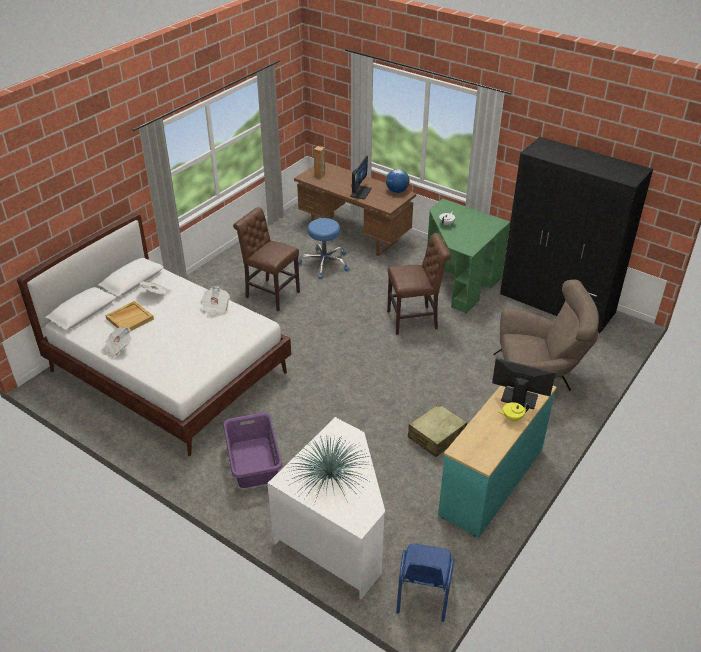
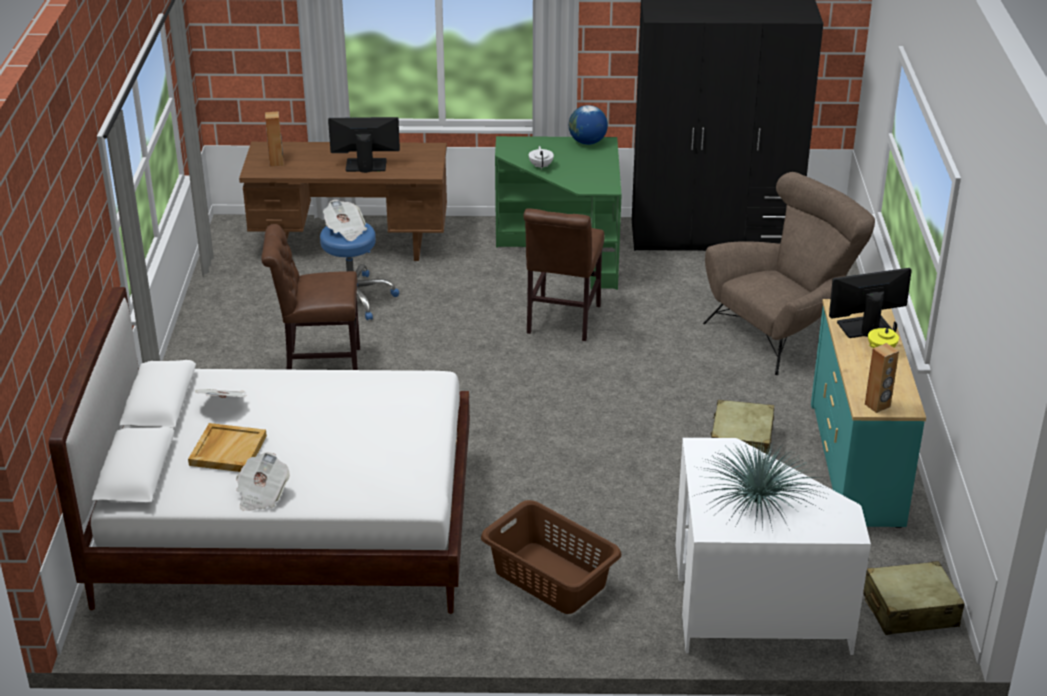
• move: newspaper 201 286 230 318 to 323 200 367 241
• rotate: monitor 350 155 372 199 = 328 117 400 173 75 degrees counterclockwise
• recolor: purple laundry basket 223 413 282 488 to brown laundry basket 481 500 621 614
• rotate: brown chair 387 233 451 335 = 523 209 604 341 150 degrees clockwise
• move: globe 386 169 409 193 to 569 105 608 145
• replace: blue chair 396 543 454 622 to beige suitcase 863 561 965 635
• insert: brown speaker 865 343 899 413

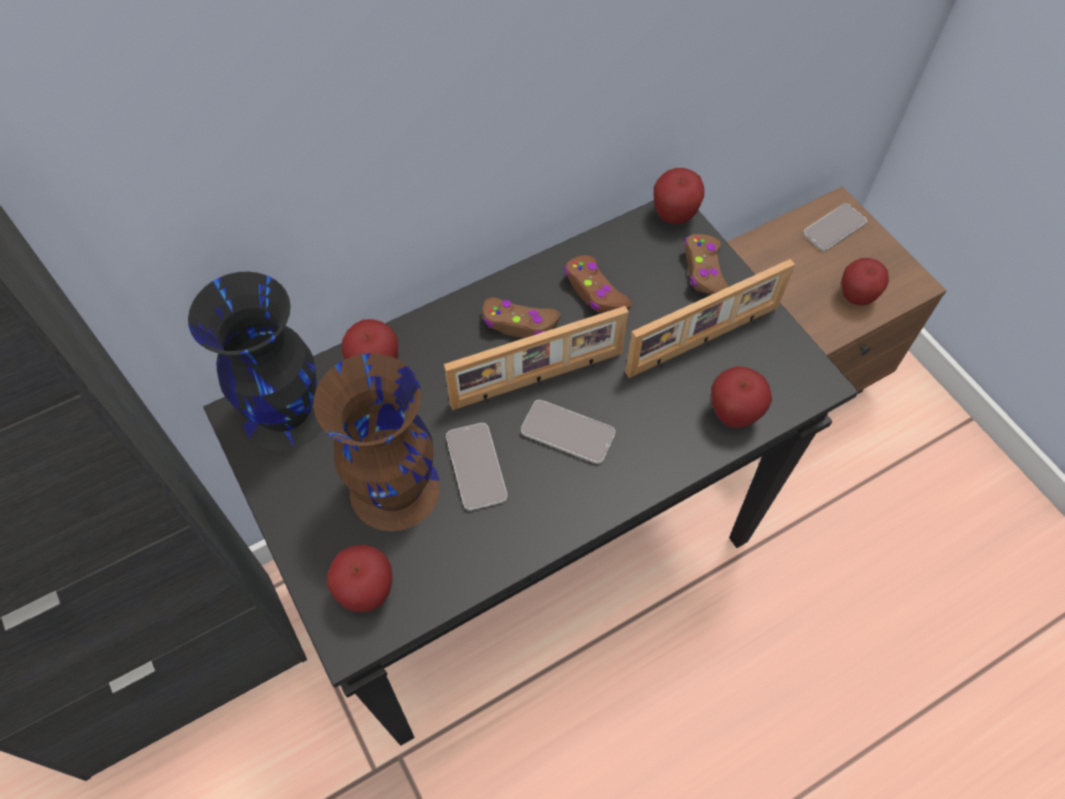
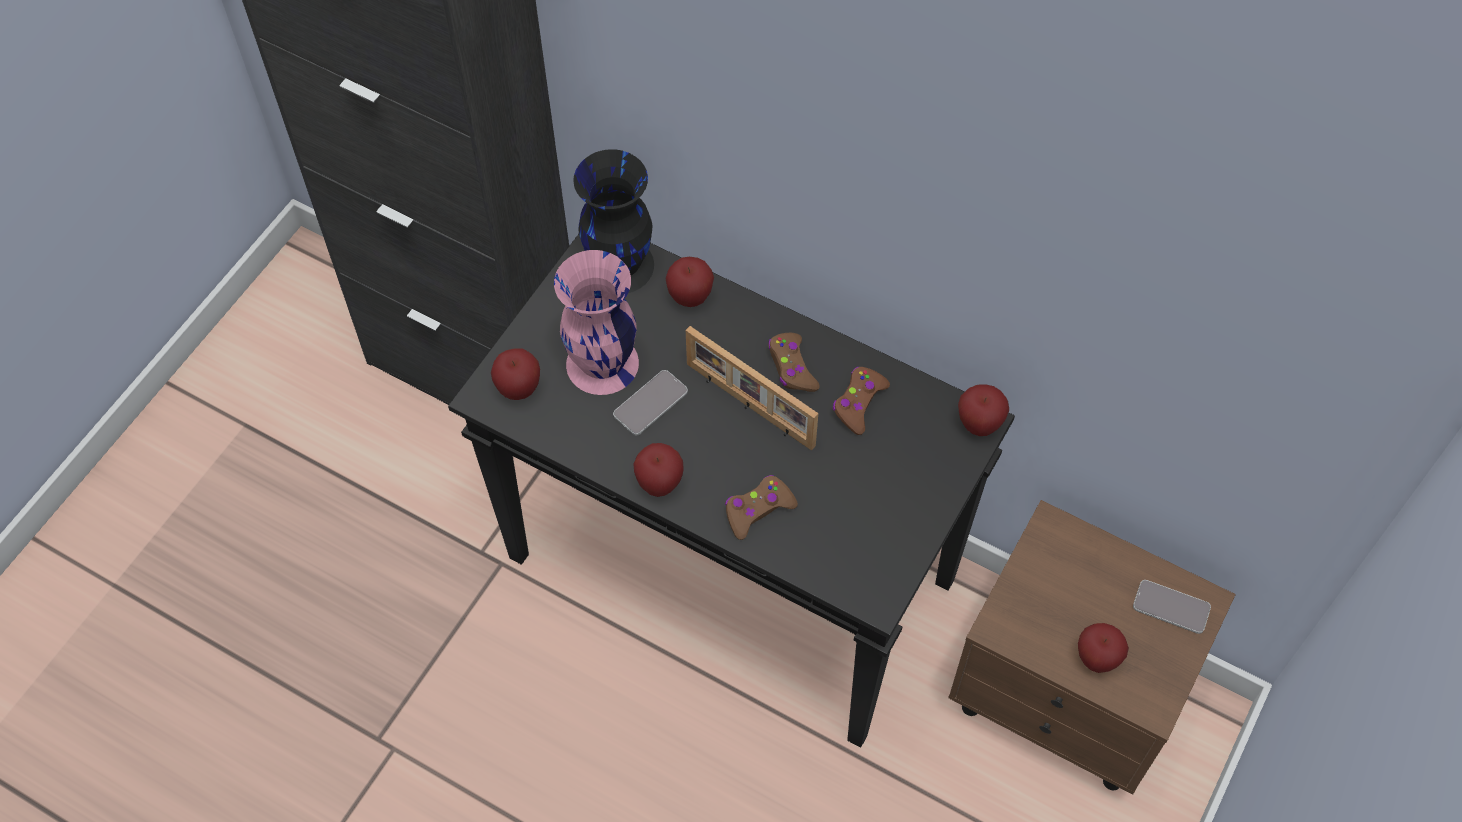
• recolor: brown vase 314 353 440 531 to pink vase 554 250 639 395
• move: apple 711 366 772 428 to 633 443 684 497
• move: brown game controller 685 234 729 294 to 725 475 798 540
• delete: phone 521 400 615 464
• delete: picture frame 625 259 795 378

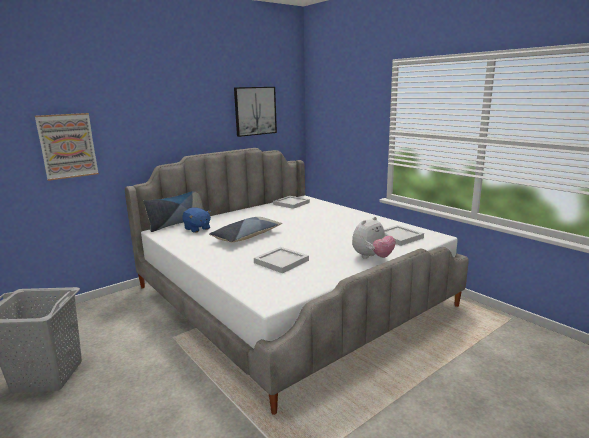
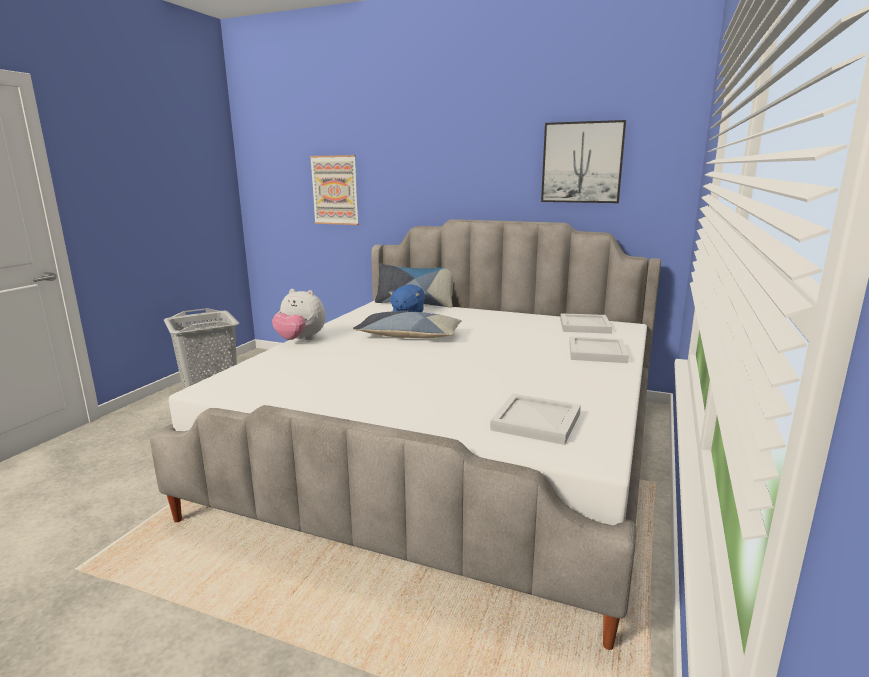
• move: plush toy 352 217 396 259 to 272 289 326 340
• move: white tray 254 247 309 273 to 569 336 629 363

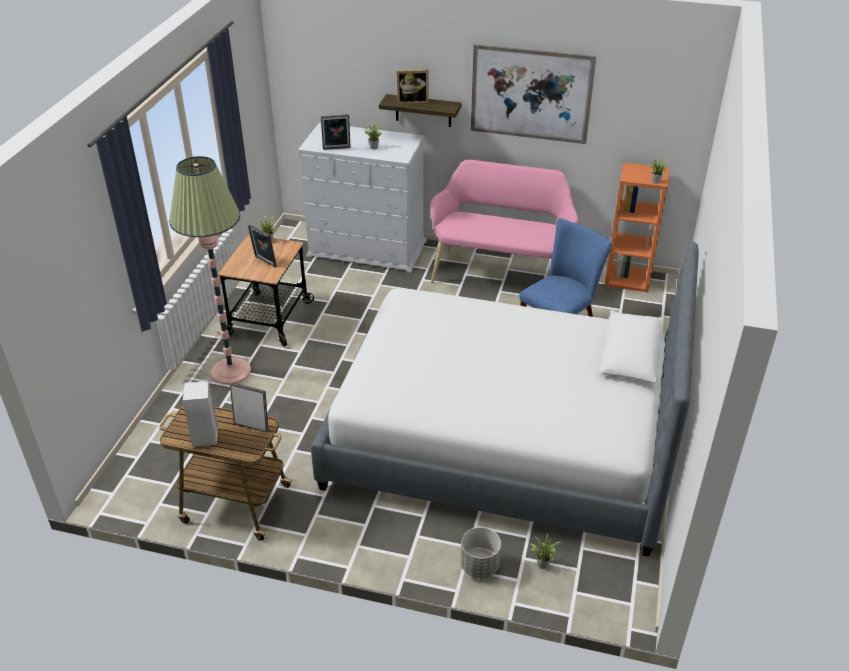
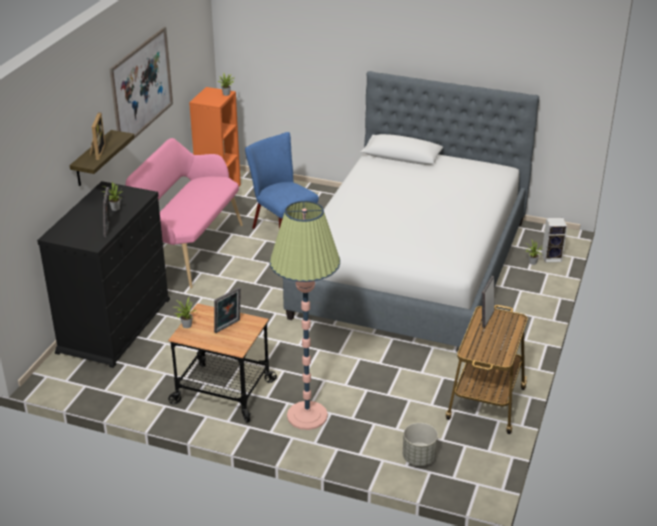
• recolor: white dresser 298 123 427 273 to black dresser 37 181 170 368
• move: grey planter 461 527 501 578 to 403 423 438 466
• move: speaker 183 381 218 447 to 542 218 567 262

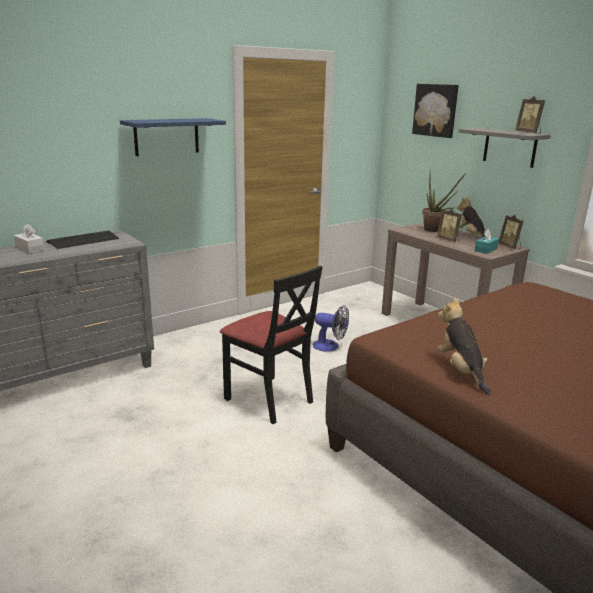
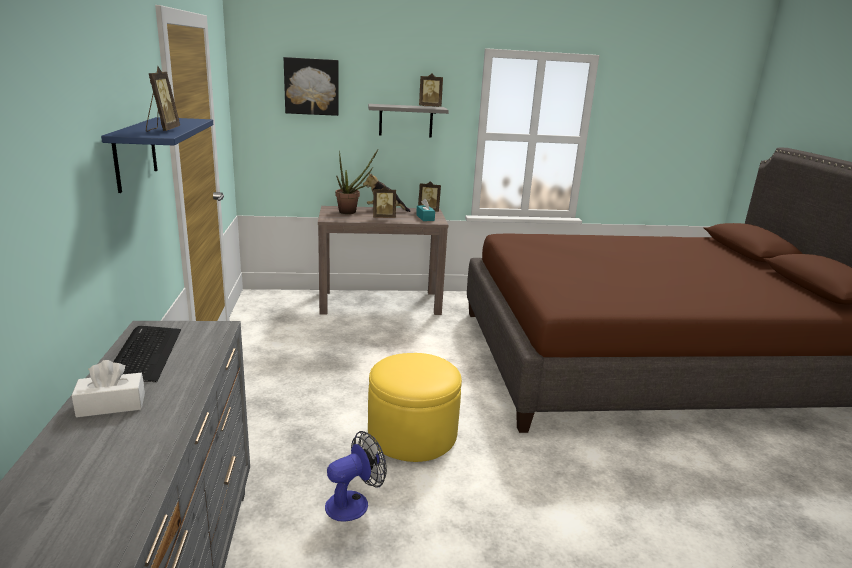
• insert: picture frame 146 66 180 132
• move: fan 313 305 349 352 to 325 431 387 522
• replace: black chair 220 266 323 424 to yellow ottoman 368 353 462 462
• delete: plush toy 438 297 491 395

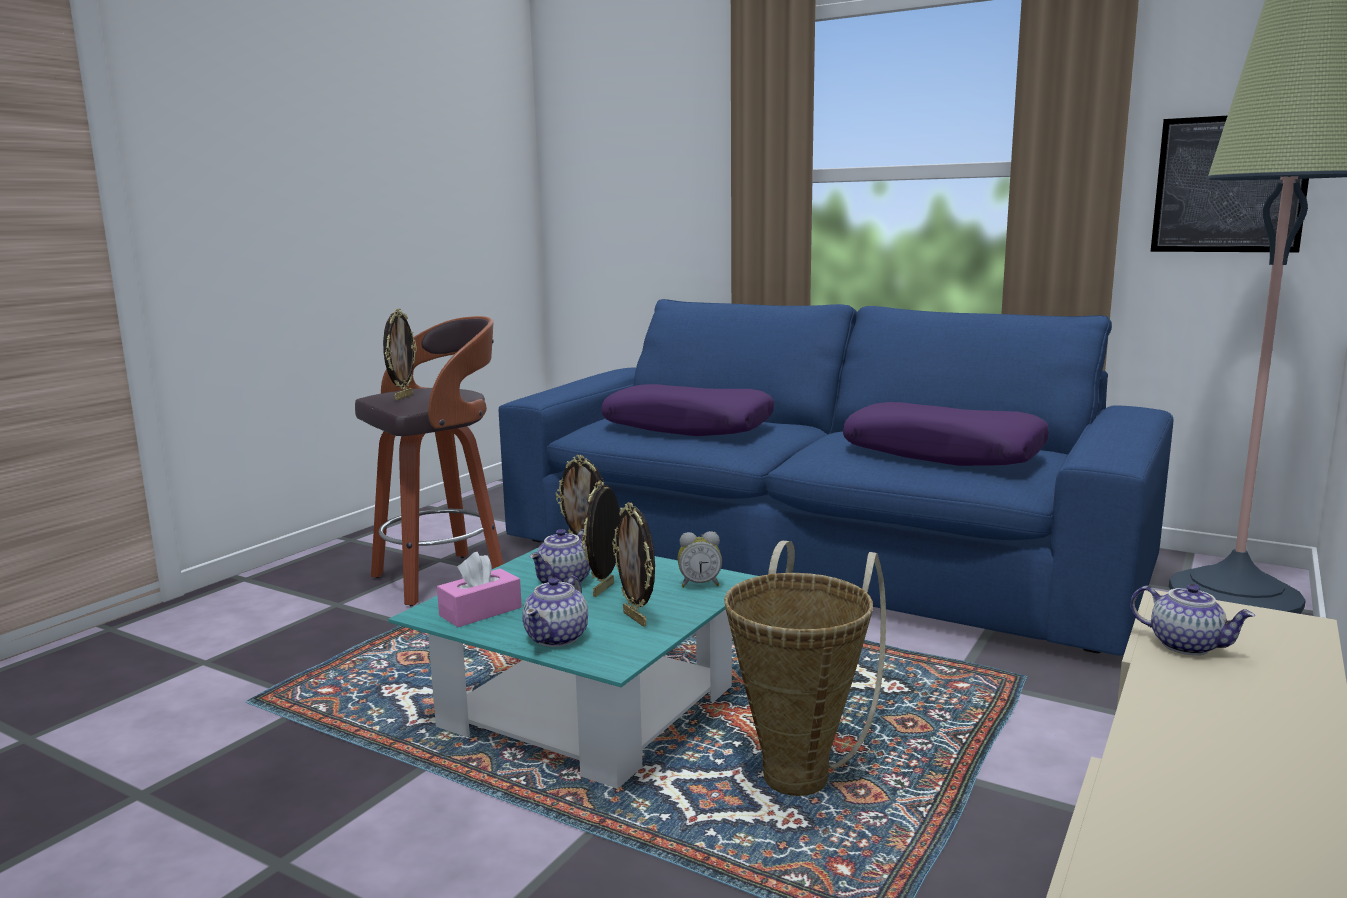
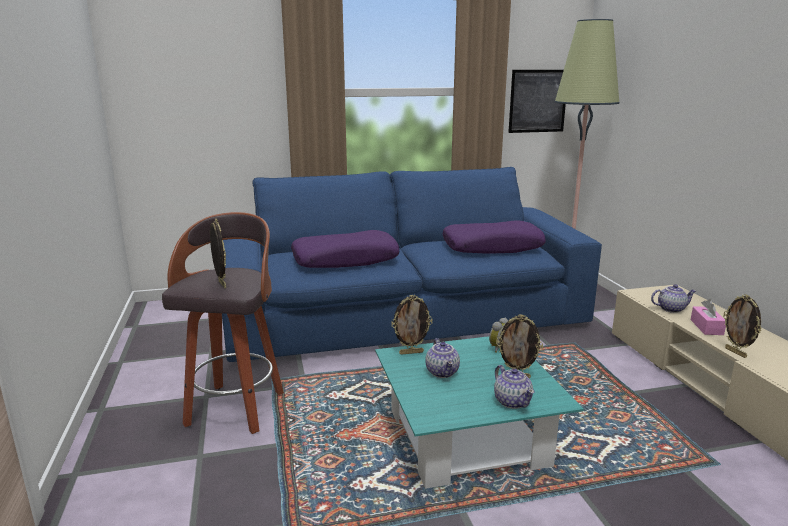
• move: pink tissue box 437 552 522 627 to 691 299 726 335
• move: picture frame 582 481 620 597 to 723 294 762 358
• delete: basket 724 541 886 796

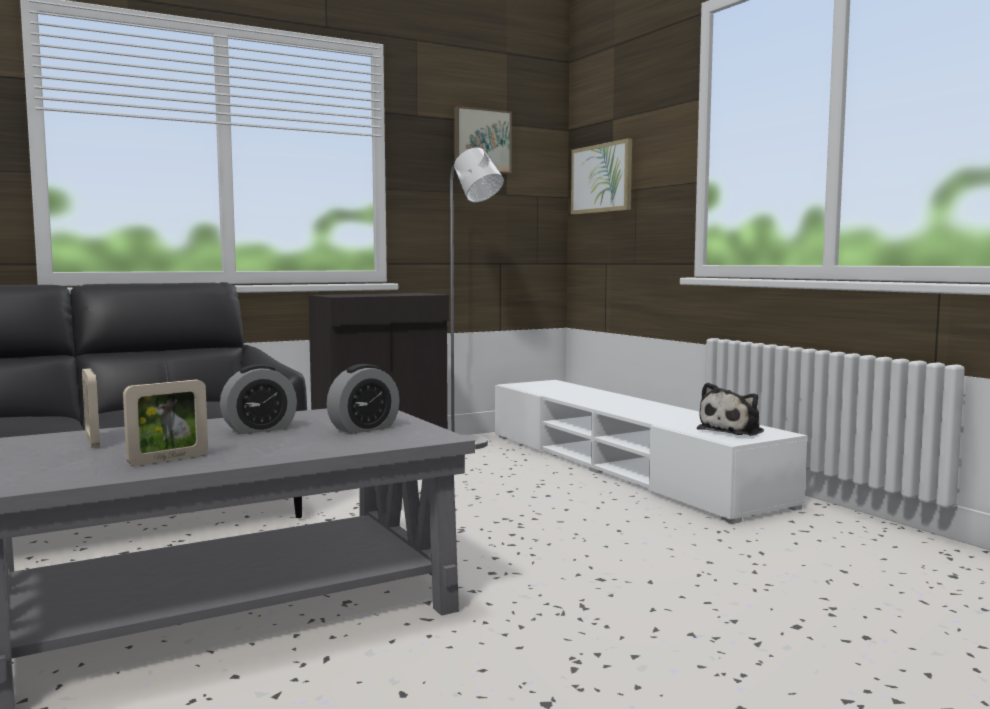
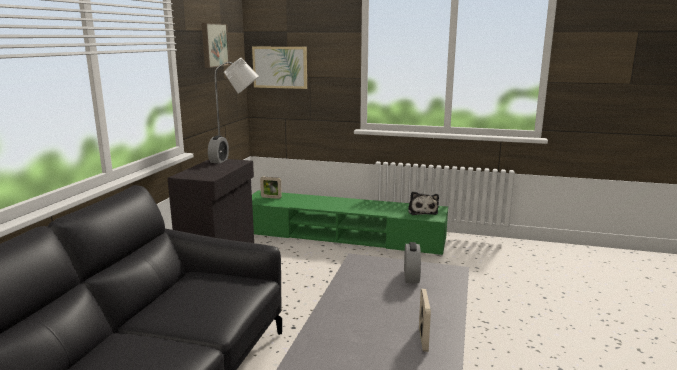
• move: alarm clock 220 364 297 434 to 208 135 229 163
• recolor: white tv stand 495 380 807 524 to green tv stand 252 191 448 256
• move: picture frame 82 368 100 448 to 260 177 282 199

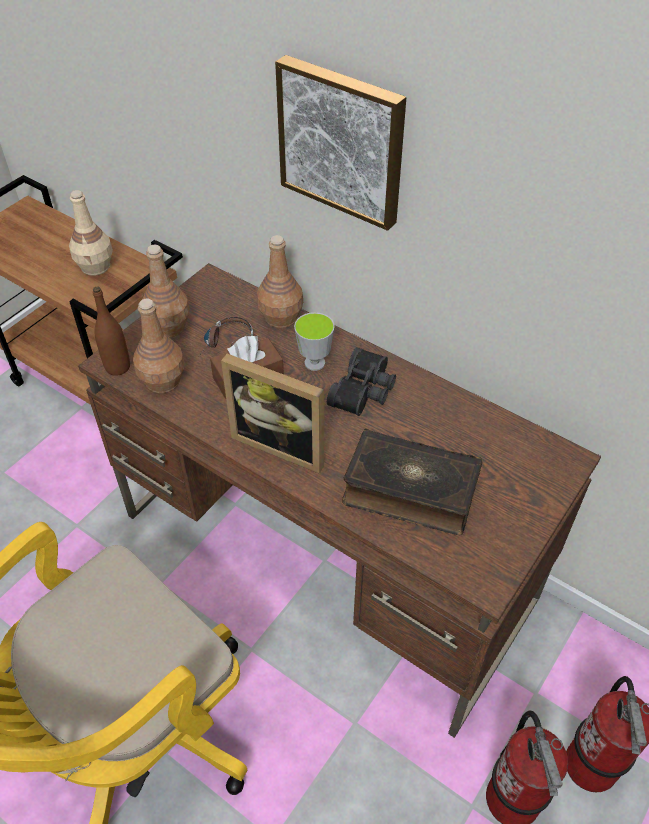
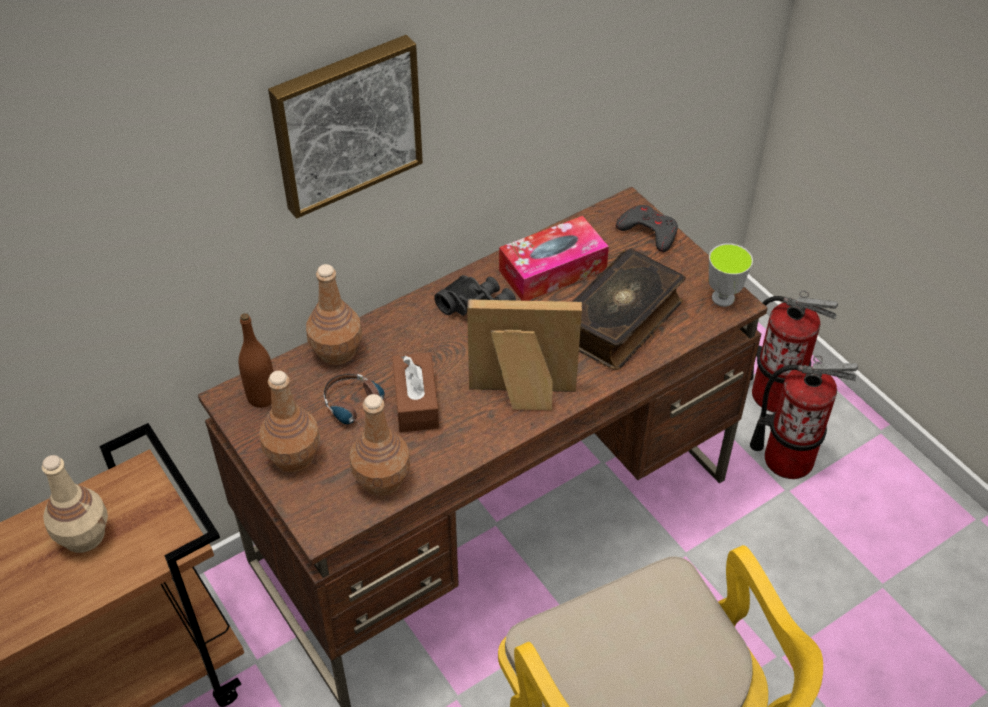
• move: brown bottle 93 287 130 376 to 238 313 273 408
• rotate: picture frame 221 354 324 474 = 467 299 582 410 135 degrees counterclockwise
• insert: tissue box 499 216 609 301
• insert: grey game controller 616 205 678 252
• move: cup 294 312 335 371 to 709 243 753 307

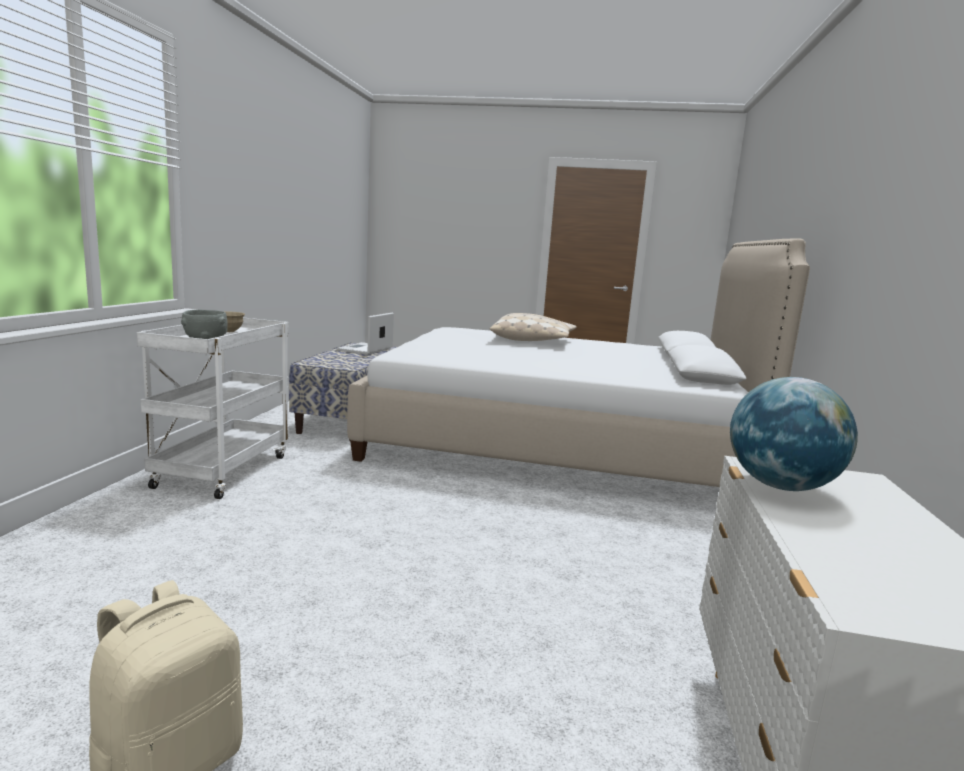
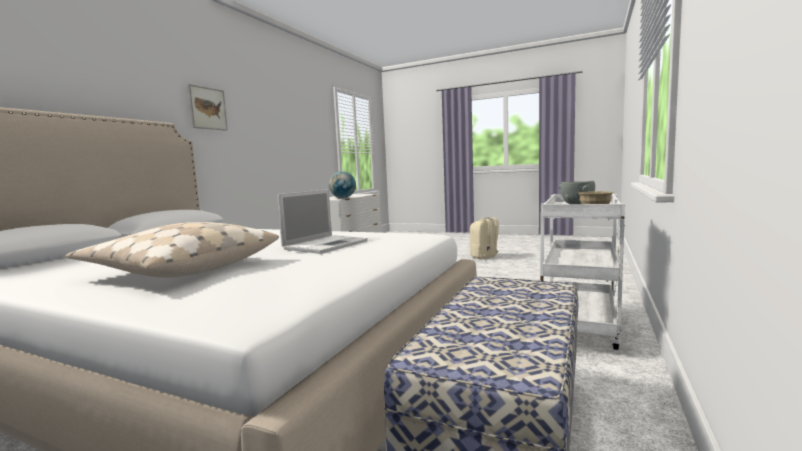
• insert: picture 188 84 228 131
• move: laptop 337 313 394 355 to 277 189 368 254

